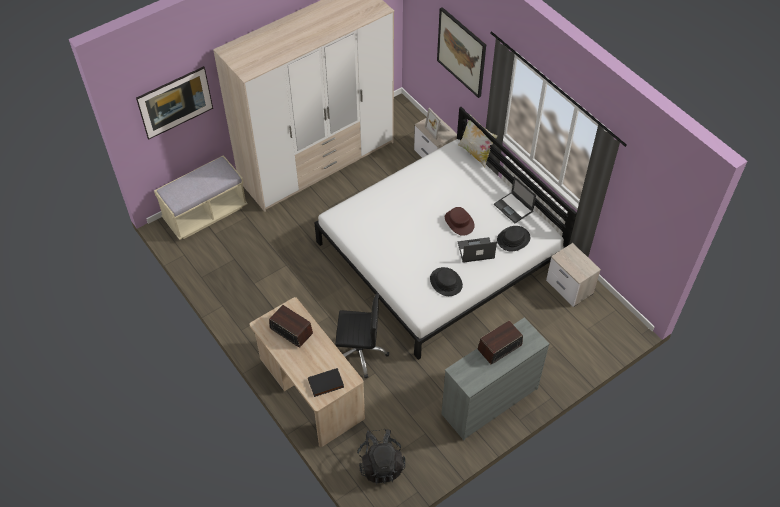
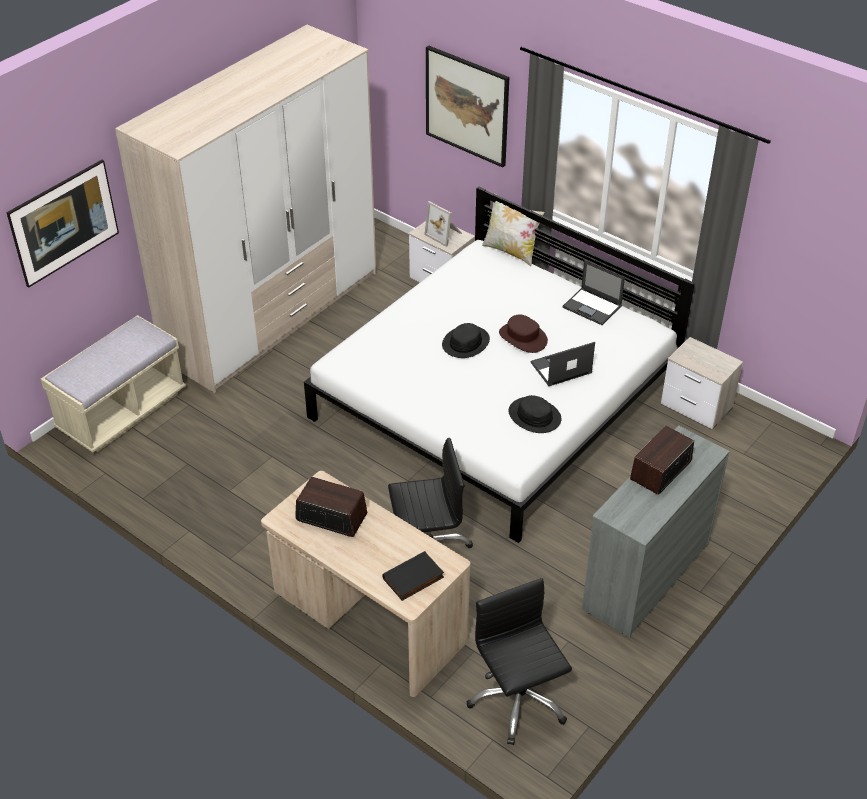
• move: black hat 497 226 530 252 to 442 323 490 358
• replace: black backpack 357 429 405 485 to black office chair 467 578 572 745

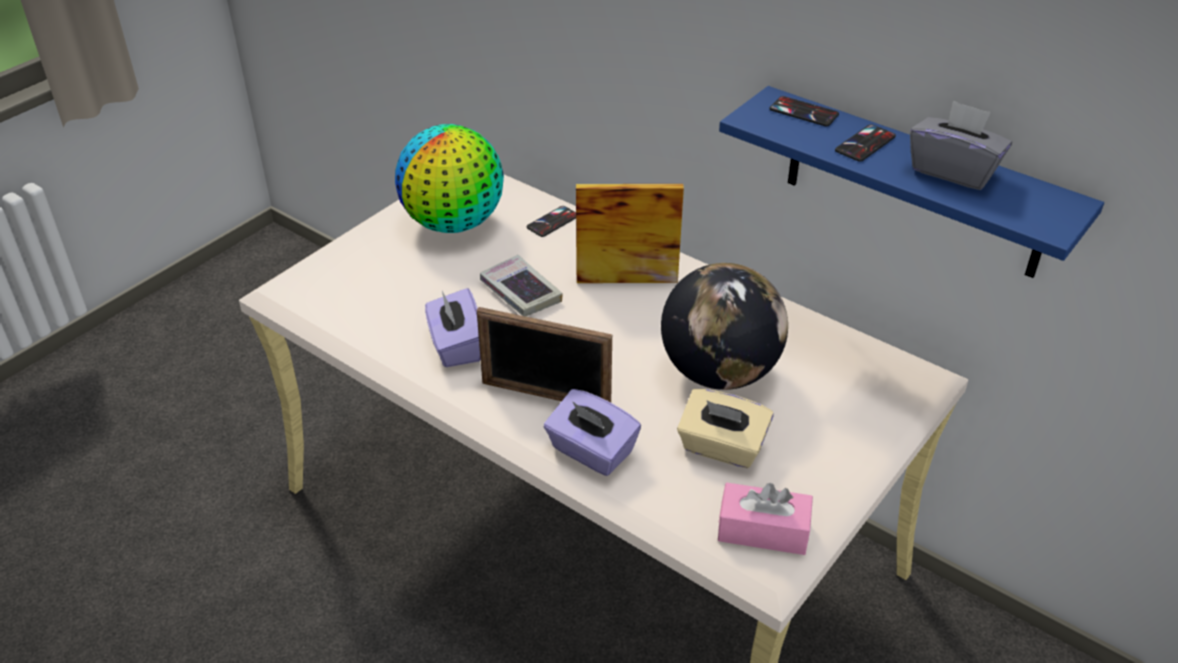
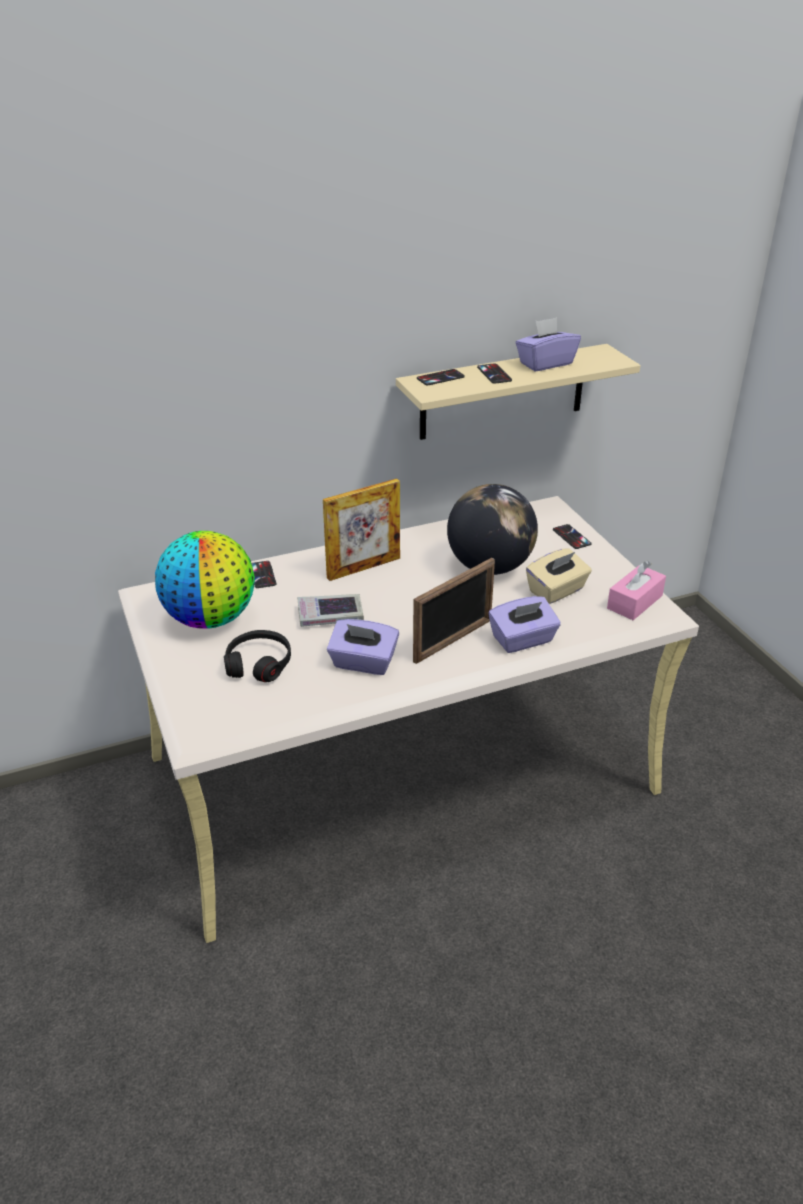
• insert: black headphones 224 630 291 682
• rotate: picture frame 576 184 684 283 = 323 478 400 581 150 degrees counterclockwise
• recolor: blue shelf 719 86 1104 278 to beige shelf 396 344 641 440
• recolor: grey tissue box 910 100 1012 190 to purple tissue box 515 317 581 371
• insert: phone 553 524 592 549

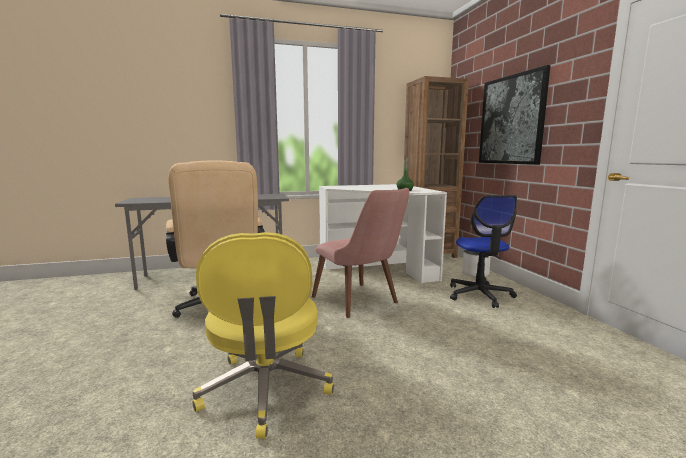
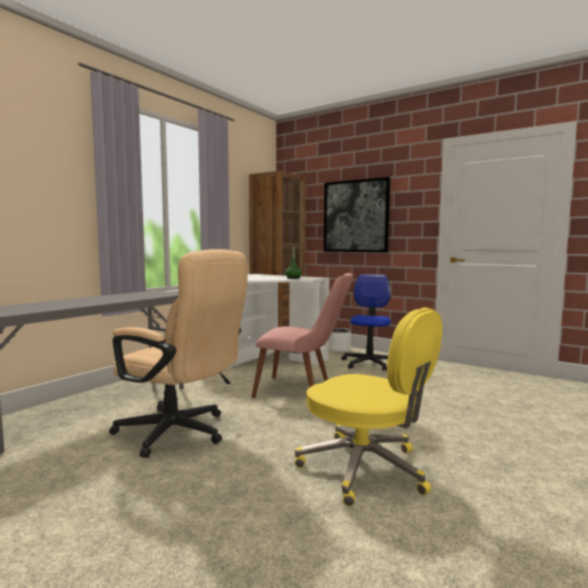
• rotate: office chair 450 195 517 308 = 342 274 391 371 120 degrees counterclockwise

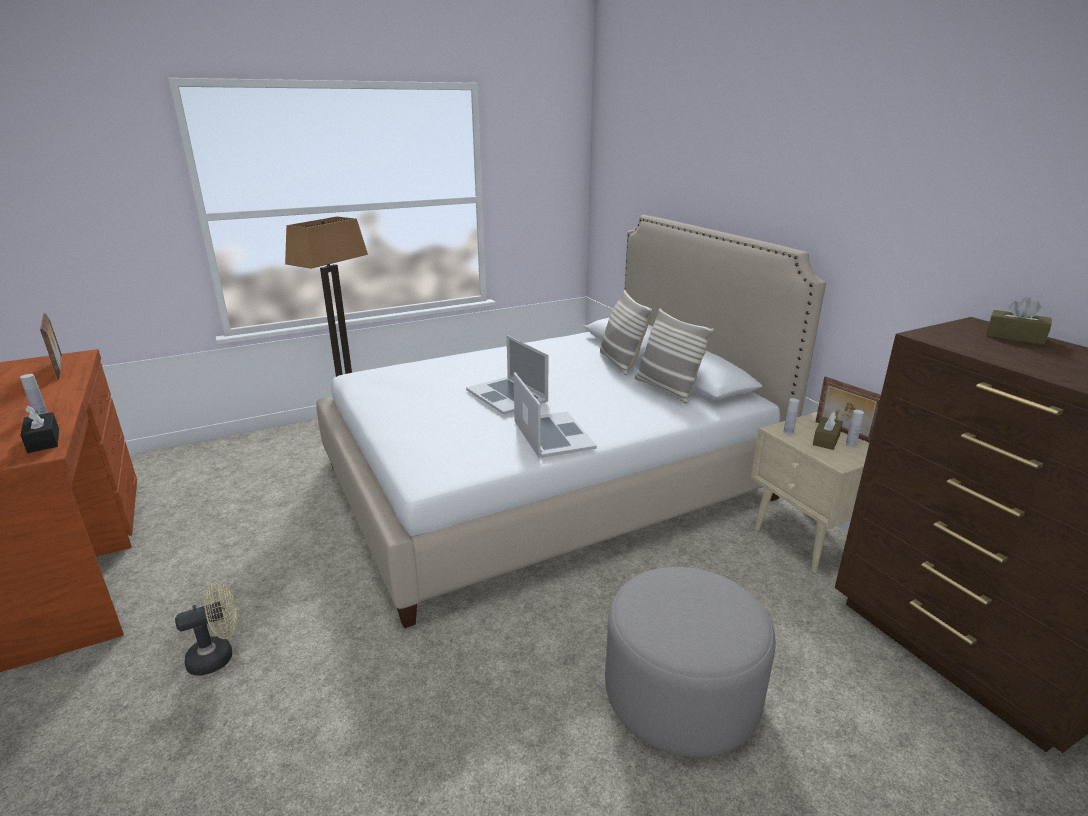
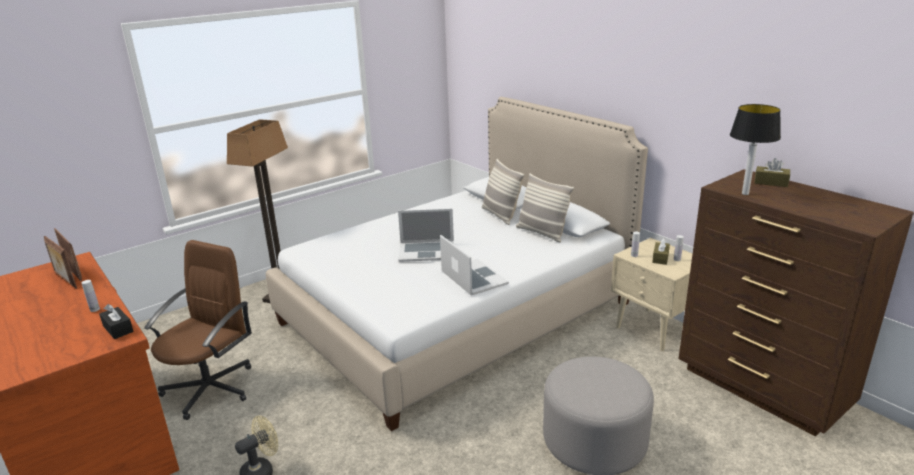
• move: picture frame 816 377 881 443 to 44 236 77 289
• insert: brown office chair 144 240 252 420
• rotate: laptop 466 335 548 415 = 398 209 454 262 45 degrees counterclockwise
• insert: table lamp 730 104 781 195

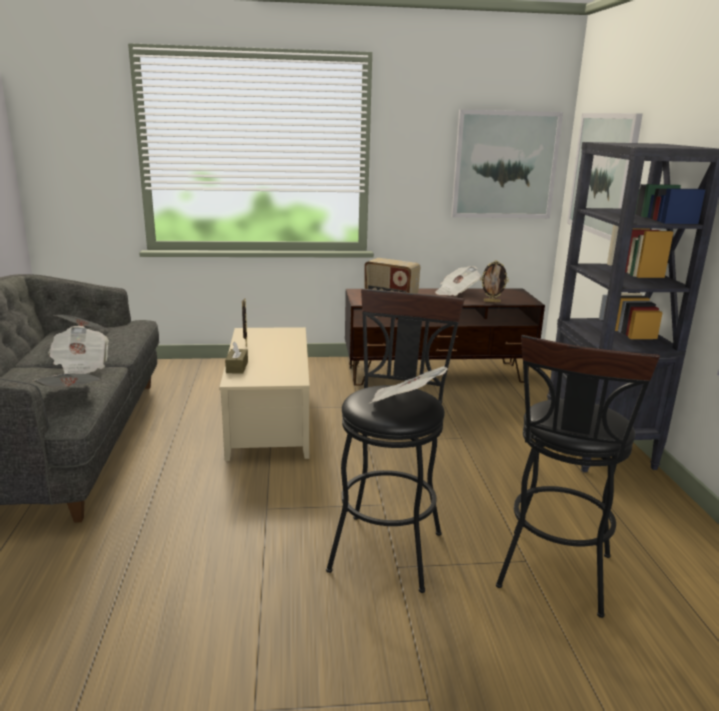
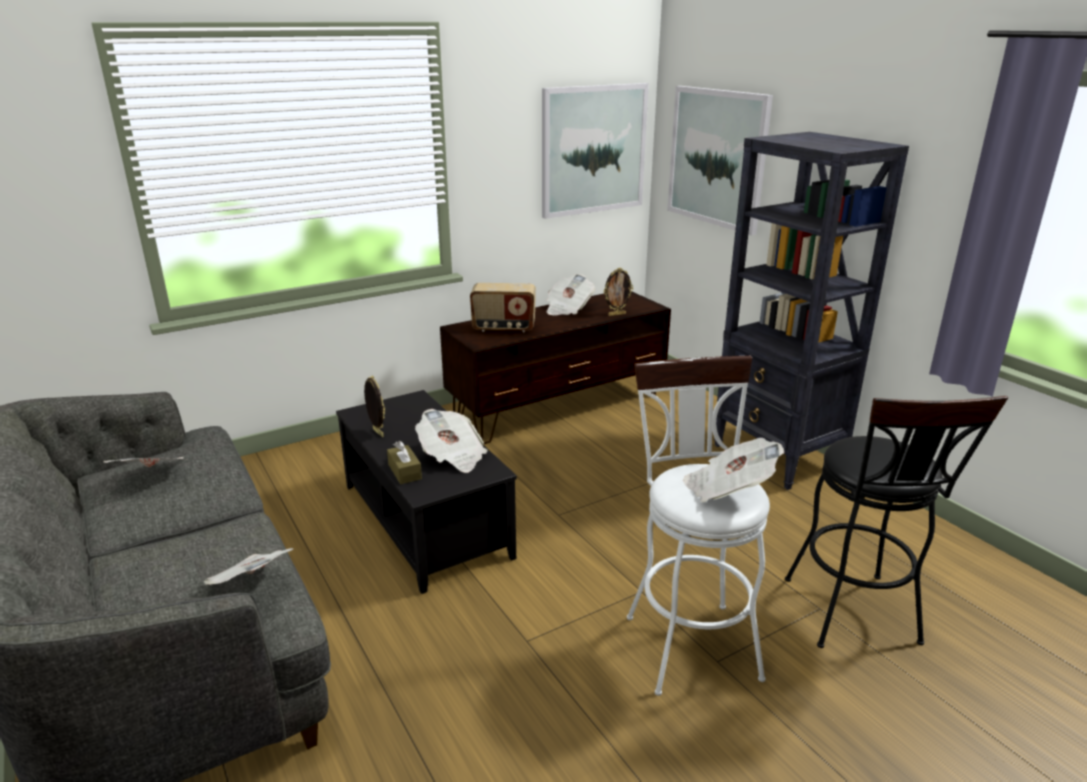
• recolor: beige coffee table 219 327 310 461 to black coffee table 336 390 517 594
• move: newspaper 48 326 109 374 to 415 409 488 473
• recolor: black stool 326 289 465 593 to white stool 627 356 770 696

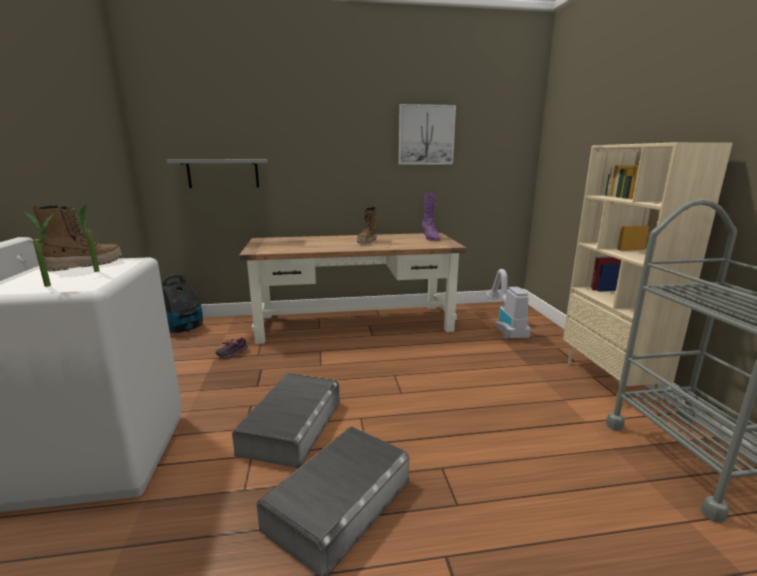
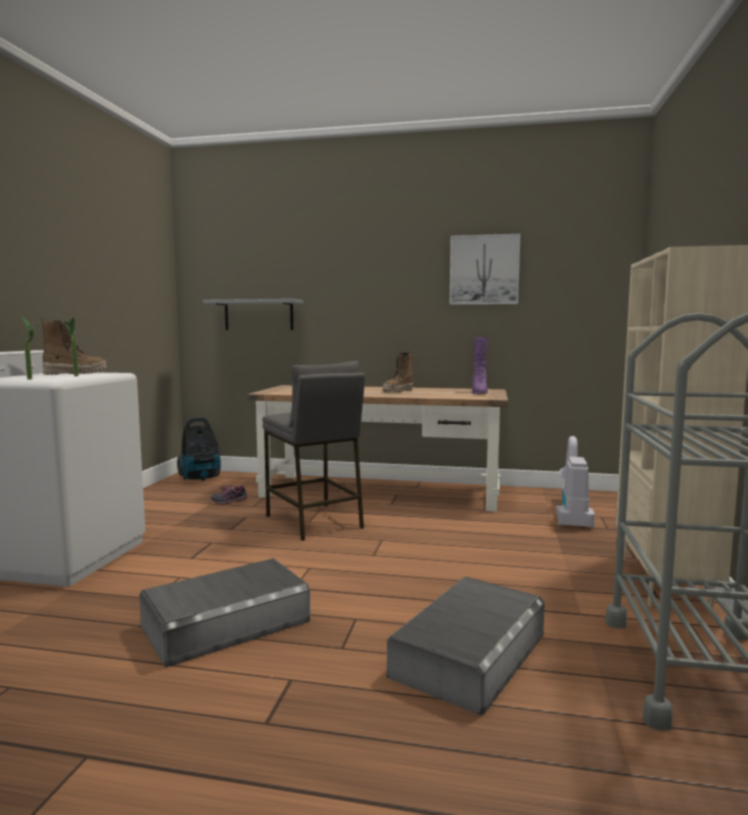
• insert: grey stool 262 361 365 541
• move: grey storage box 232 373 340 468 to 387 577 545 715

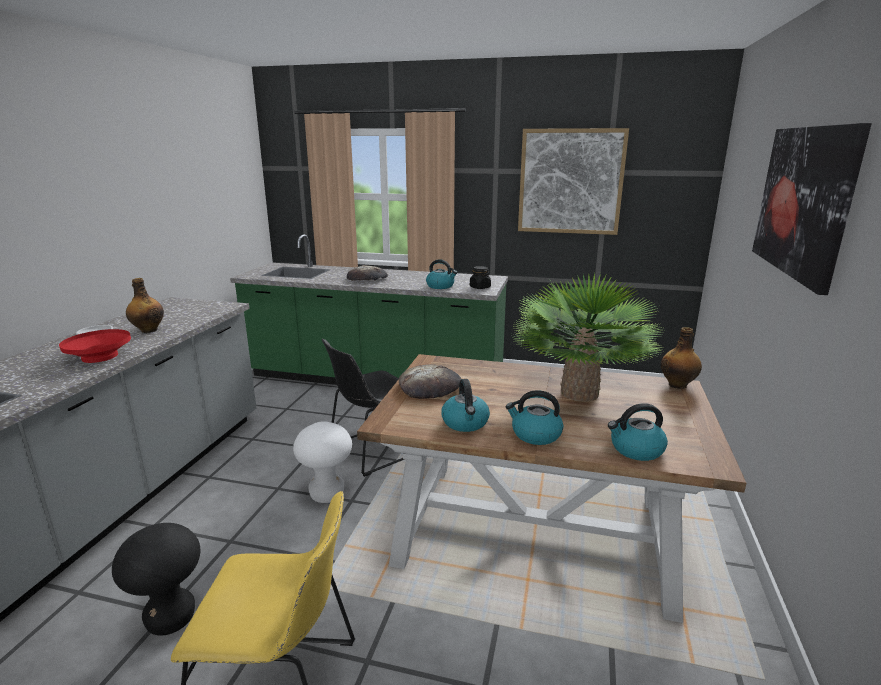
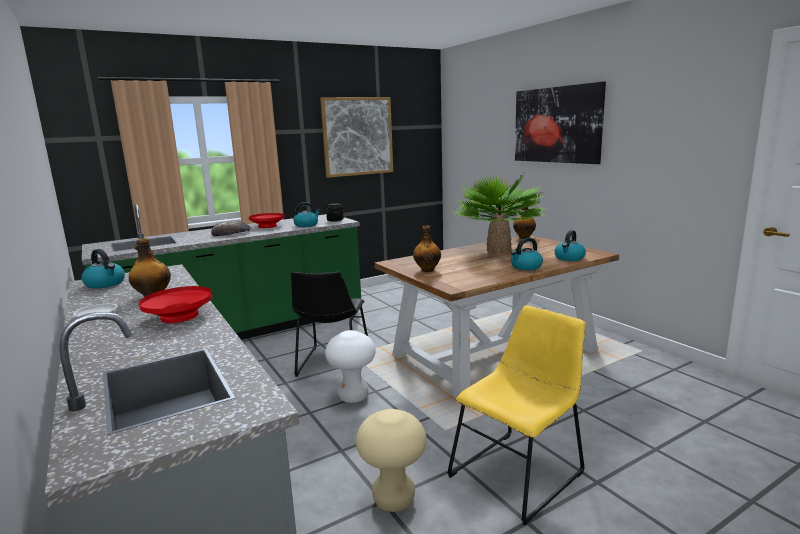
• move: kettle 441 379 490 432 to 82 249 125 289
• insert: red bowl 249 213 285 228
• recolor: black stool 112 523 200 636 to beige stool 356 409 427 512
• replace: bread 399 364 461 399 to bottle 413 226 441 272

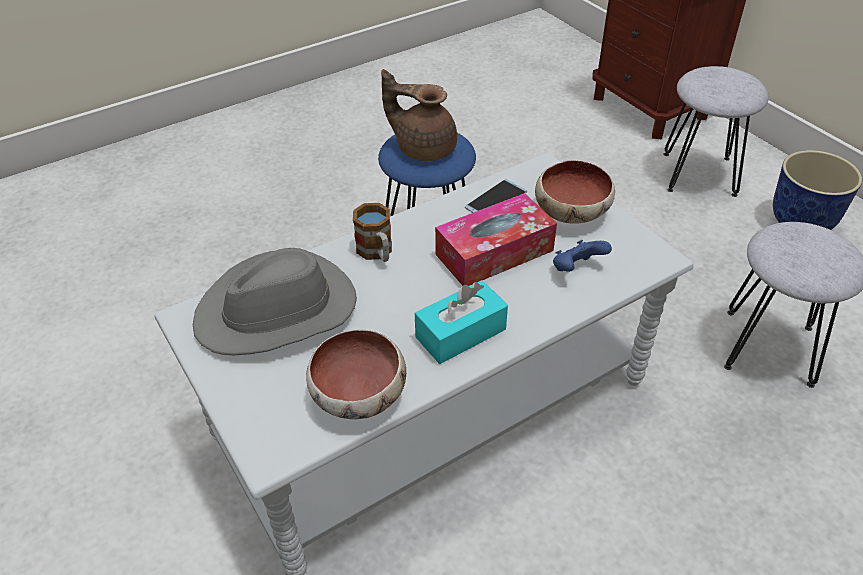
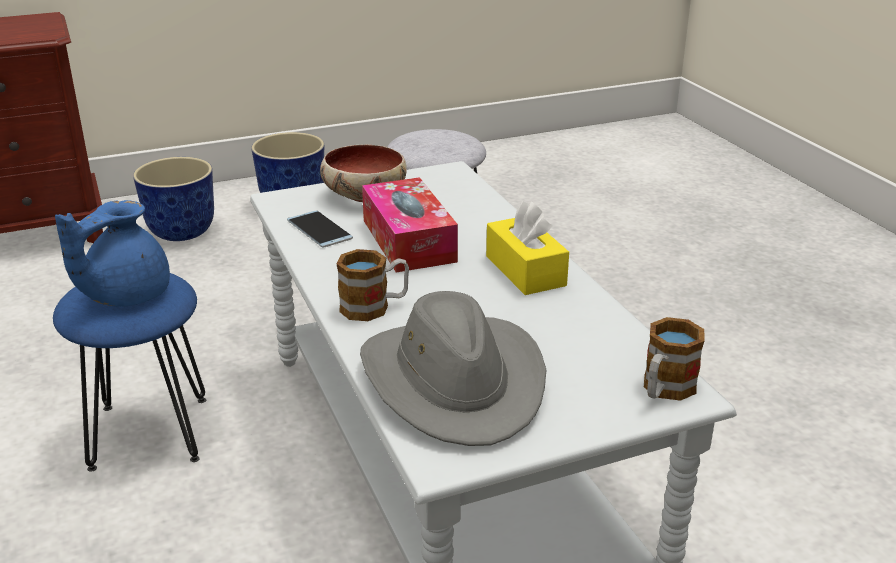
• recolor: brown teapot 381 69 457 161 to blue teapot 55 200 170 307
• replace: grey stool 663 66 769 197 to planter 133 157 214 241
• recolor: turquoise tissue box 415 280 508 364 to yellow tissue box 486 201 569 295
• insert: mug 644 317 705 401
• delete: bowl 306 329 406 419
• delete: blue game controller 553 240 612 272

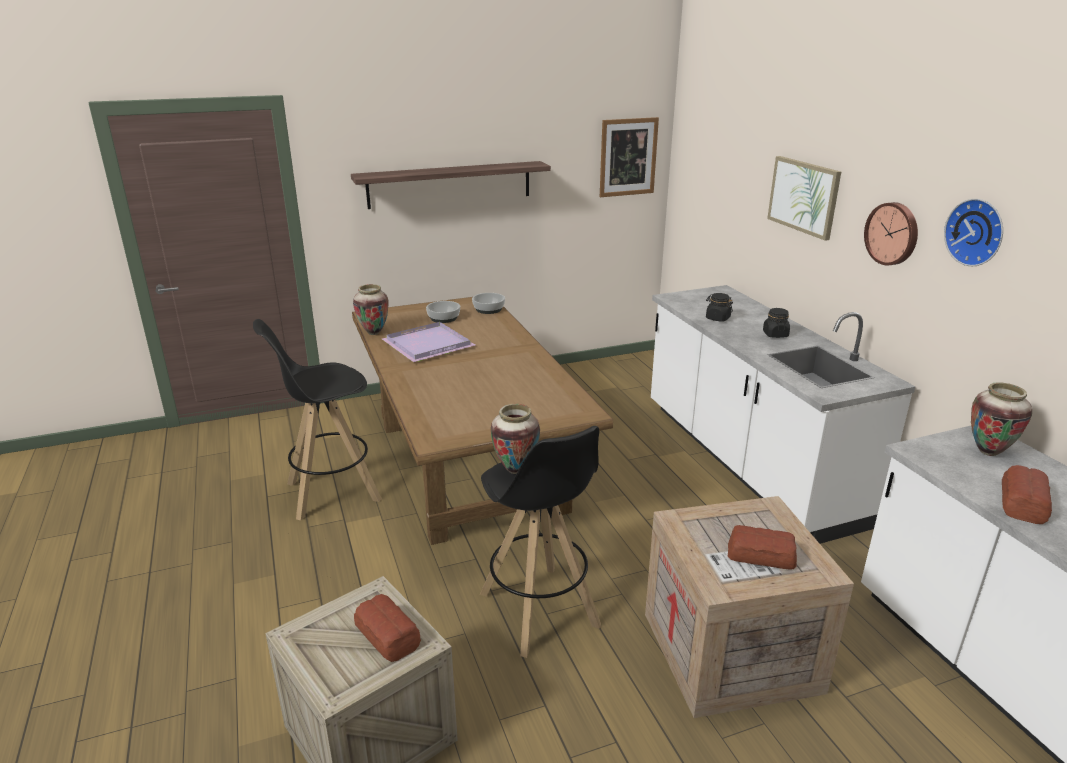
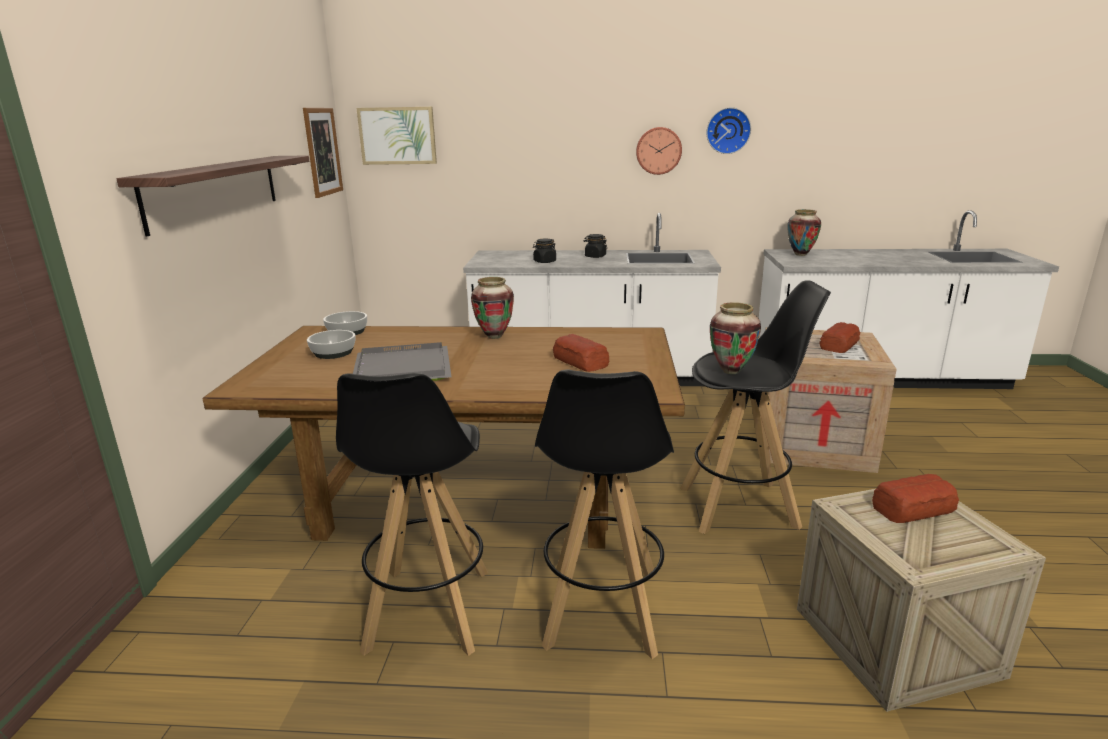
• recolor: purple tray 382 322 475 362 to grey tray 353 342 451 381
• move: picture 767 156 841 241 to 356 107 437 165
• move: vase 353 284 389 335 to 471 277 514 339
• insert: black stool 535 370 674 659
• move: bread 1002 465 1052 524 to 553 334 609 372

